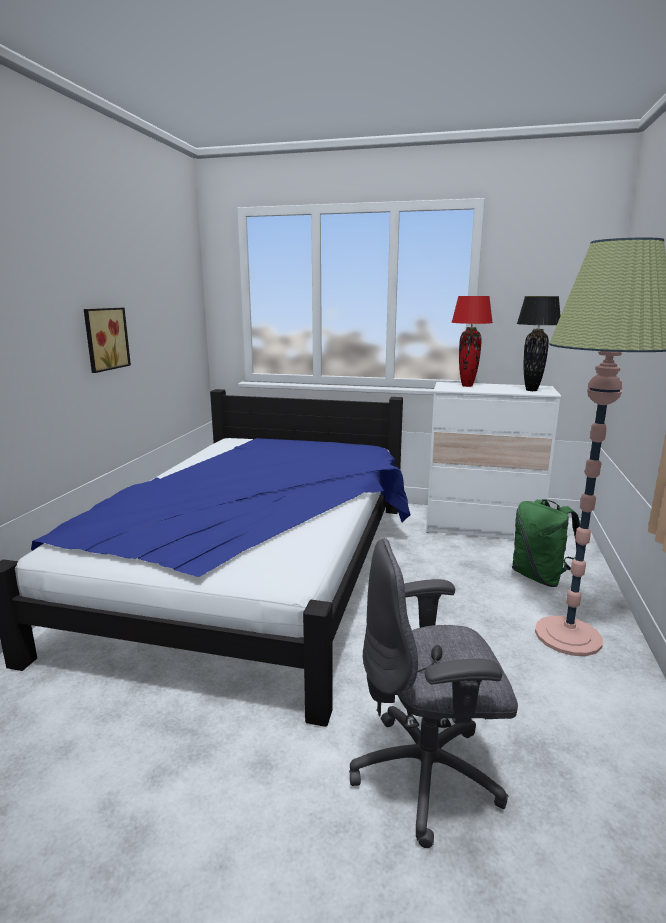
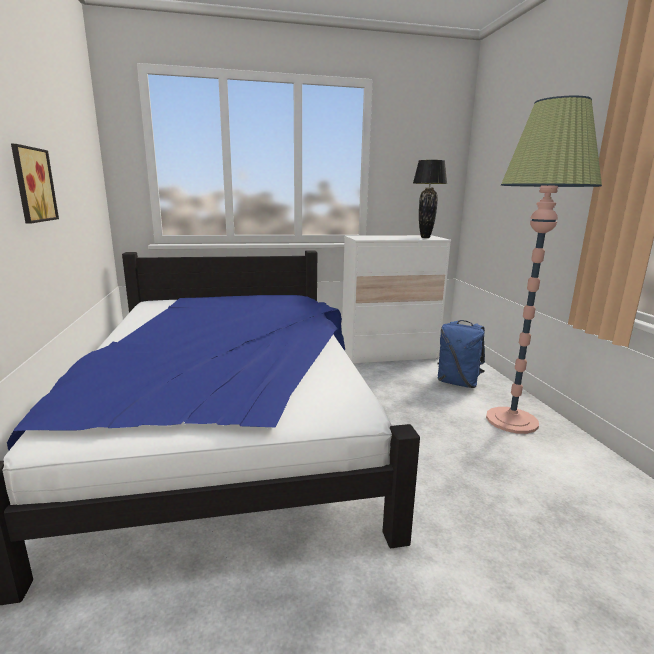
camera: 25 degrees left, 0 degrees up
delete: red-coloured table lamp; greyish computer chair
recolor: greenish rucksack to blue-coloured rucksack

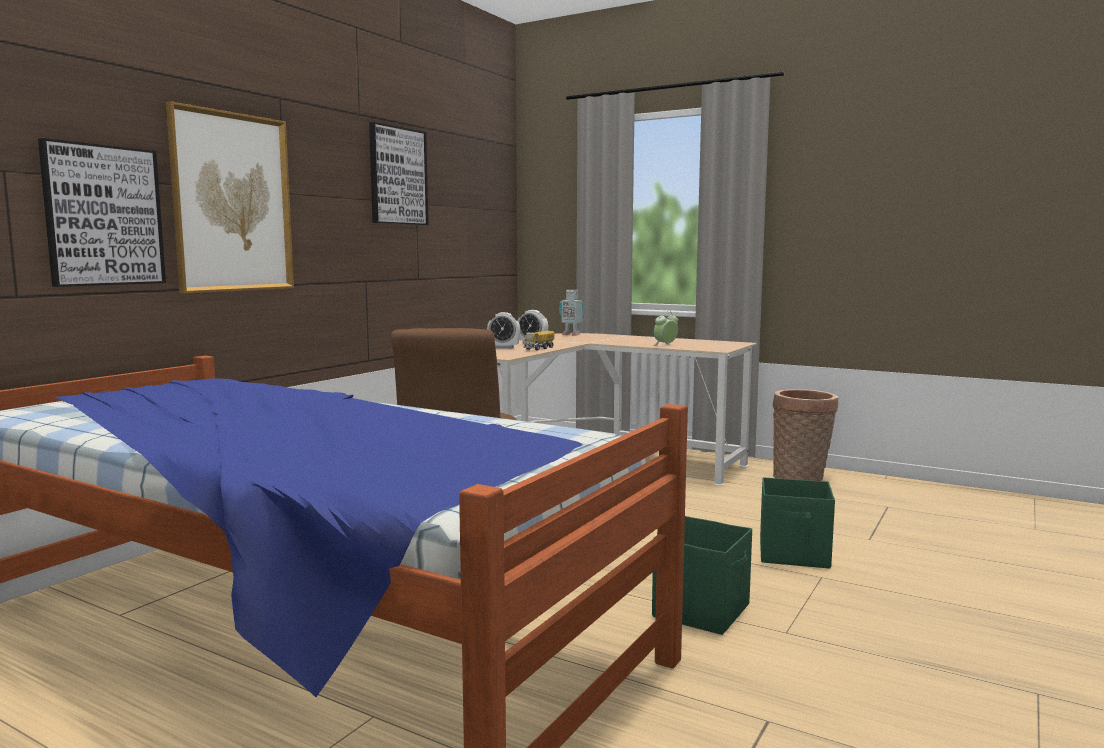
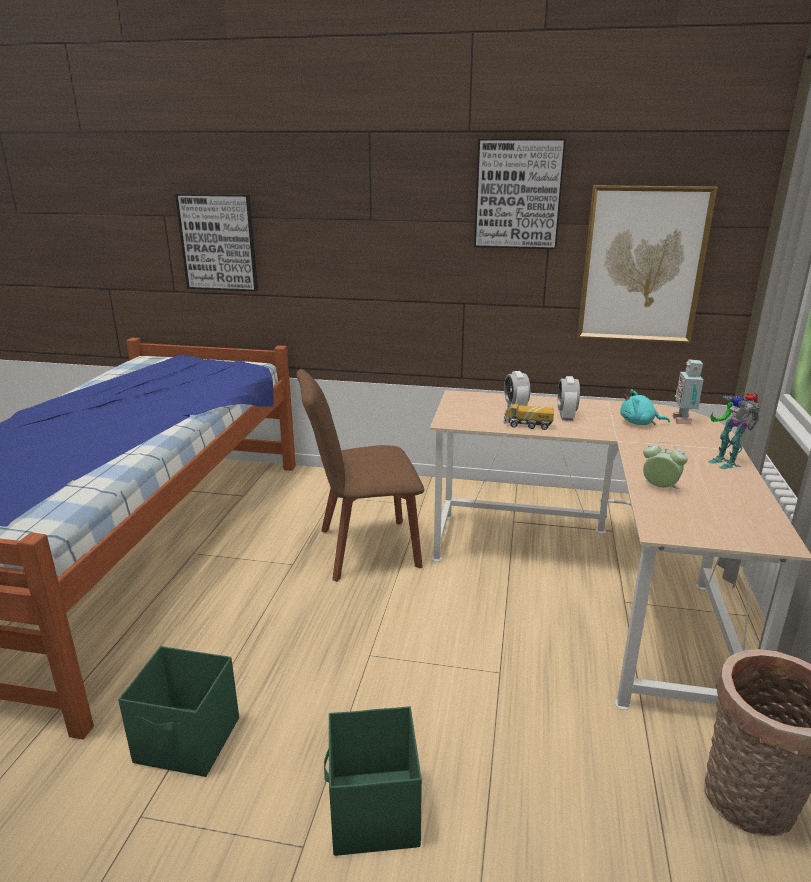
camera: 70 degrees right, 15 degrees up
insert: turquoise-coloured cuddly toy; toy robot (2nd from left)
move: wall art (2nd from left in the first image) to wall art (3rd from left)

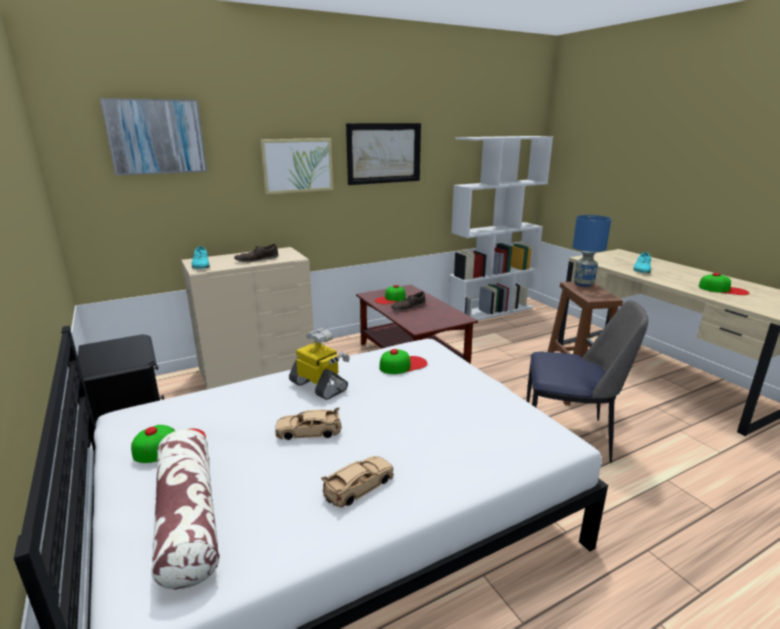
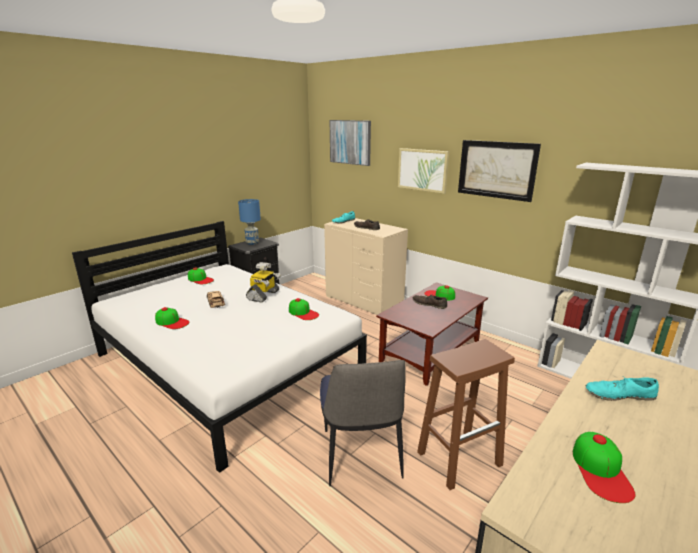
camera: 70 degrees right, 0 degrees up
delete: pillow
move: blue-coloured table lamp
replace: beige-coloured toy car (2nd from left) to baseball cap (1st from left)

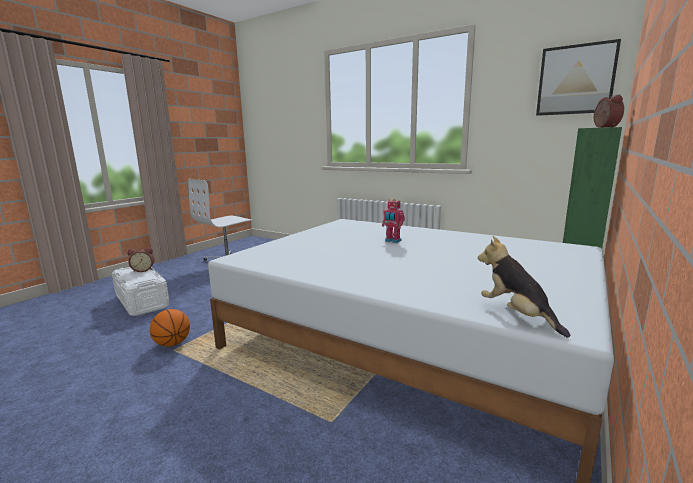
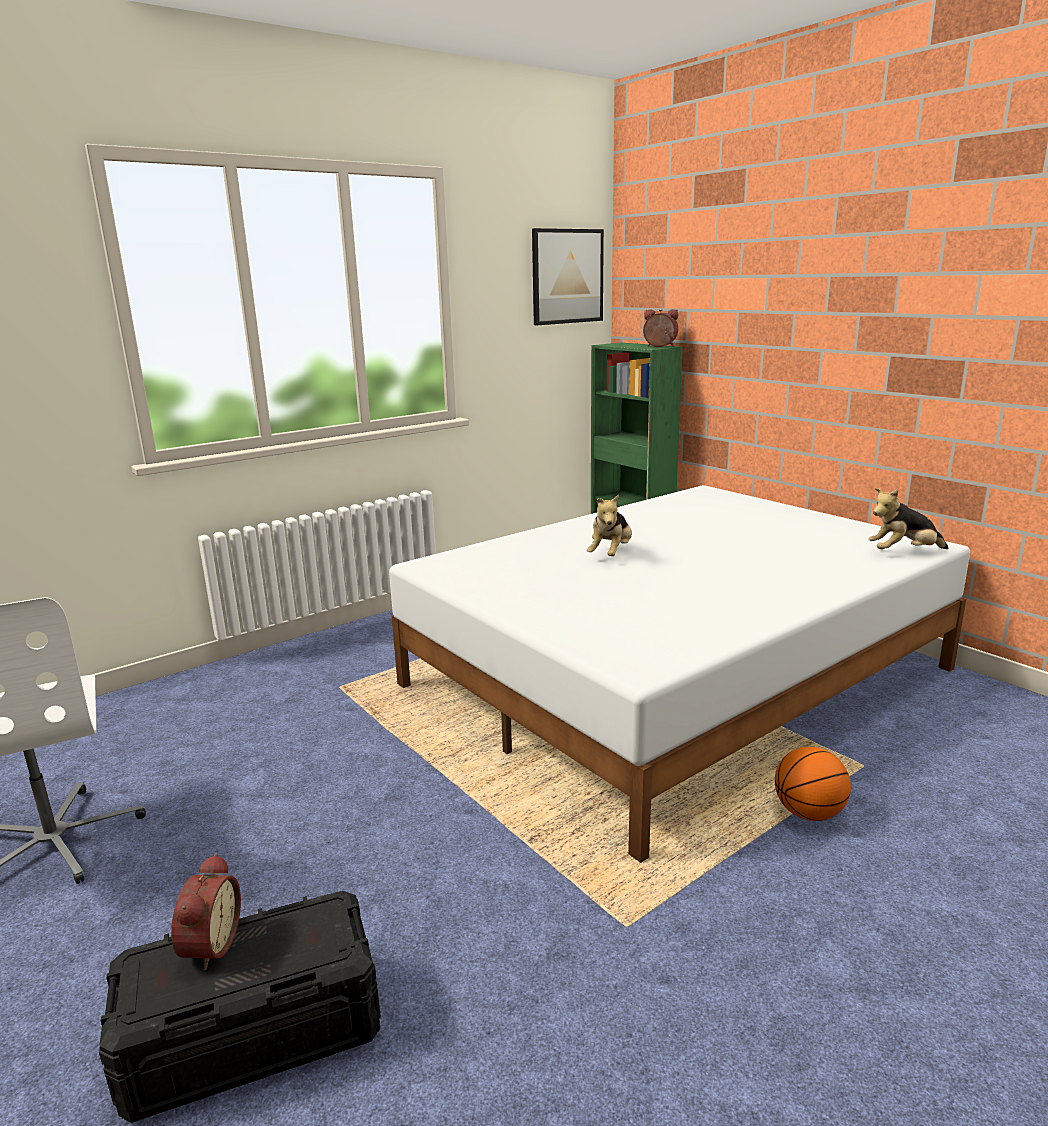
camera: 70 degrees left, 5 degrees up
move: ball for basketball
replace: toy robot to cuddly toy (1st from left)
recolor: white storage bin to black-coloured storage bin

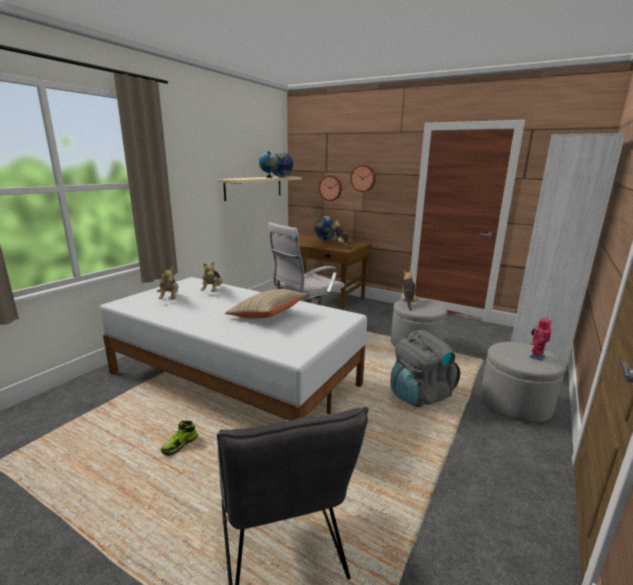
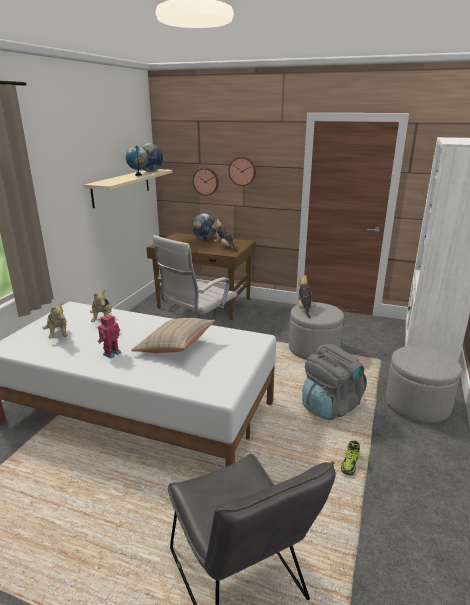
camera: 10 degrees left, 5 degrees up
move: toy robot; item of footwear

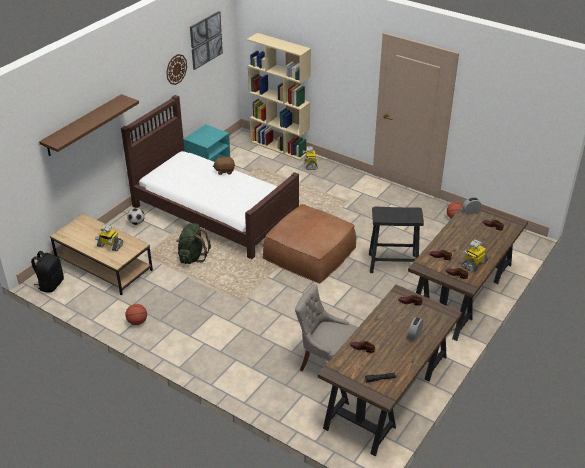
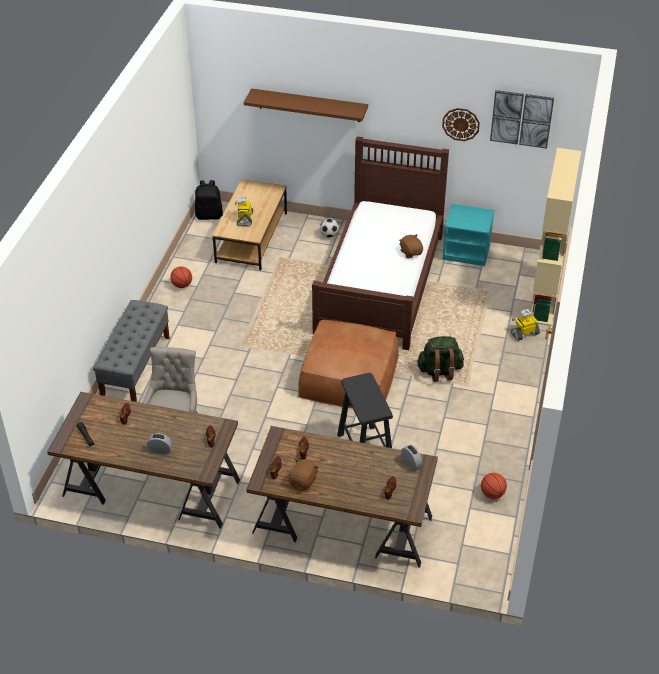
camera: 70 degrees right, 5 degrees up
insert: greyish long seat
move: greenish rucksack
replace: toy robot (3rd from left) to brown cuddly toy (1st from left)

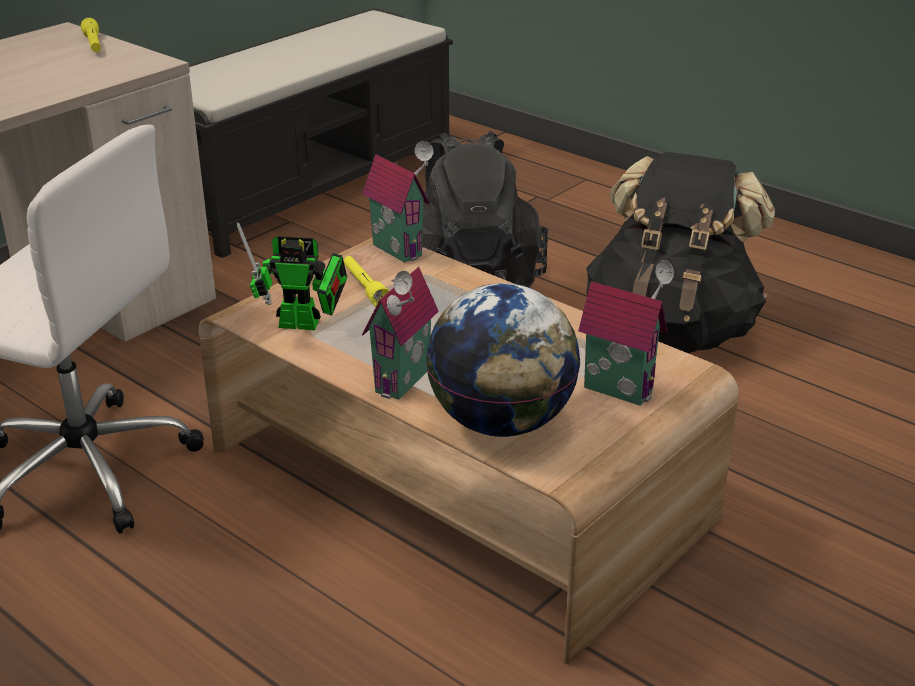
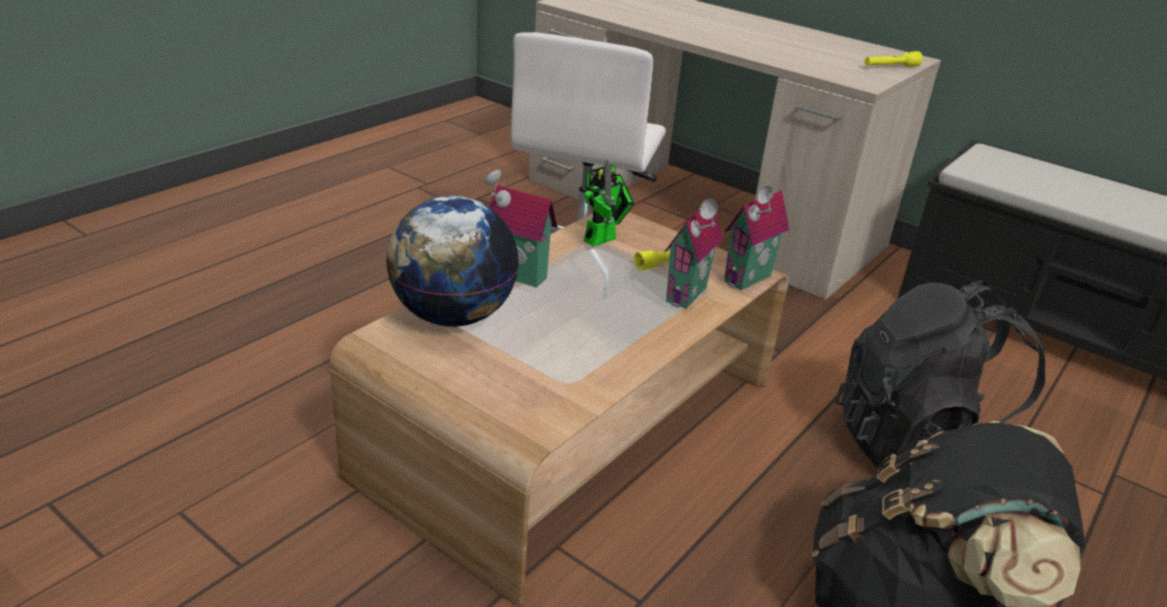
camera: 85 degrees right, 0 degrees up
move: toy house (3rd from left in the first image) to toy house (2nd from left)
rotate: toy robot 135 degrees counterclockwise

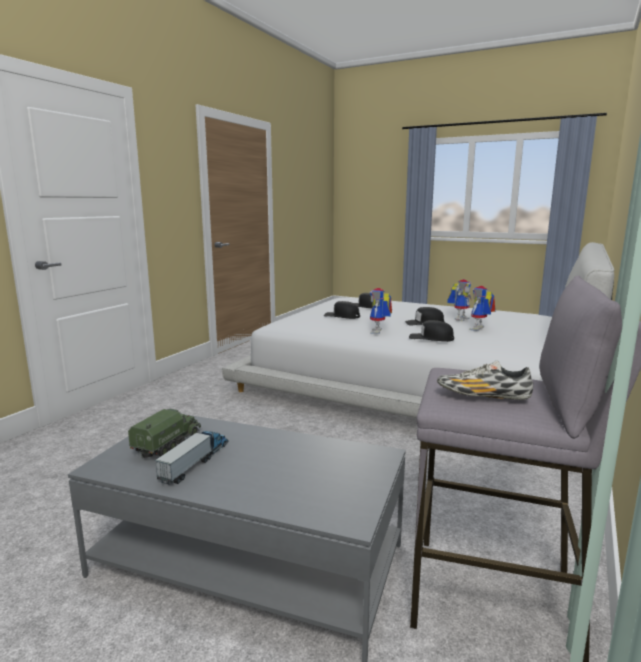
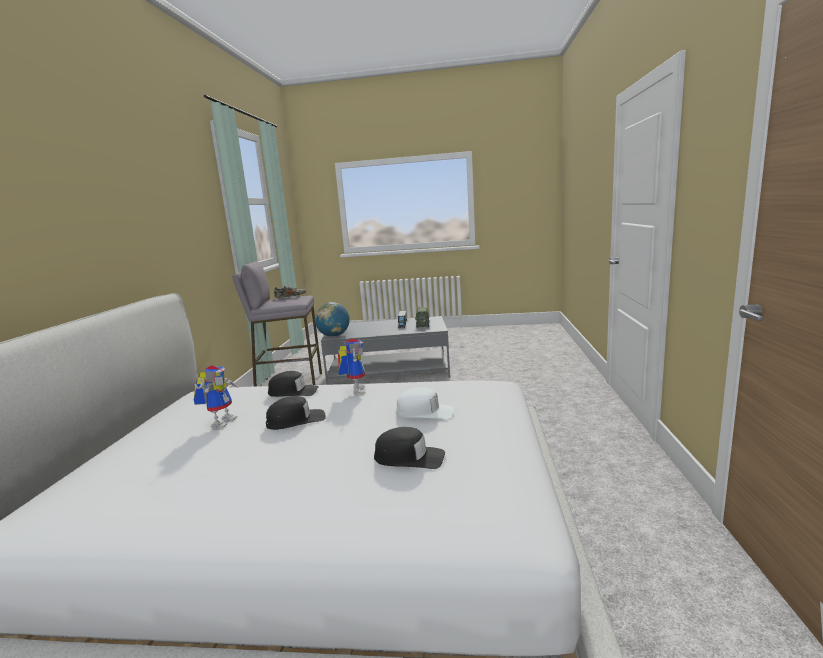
camera: 160 degrees right, 0 degrees up
delete: toy robot (2nd from left)
insert: globe
recolor: black-coloured baseball cap (1st from left) to white baseball cap

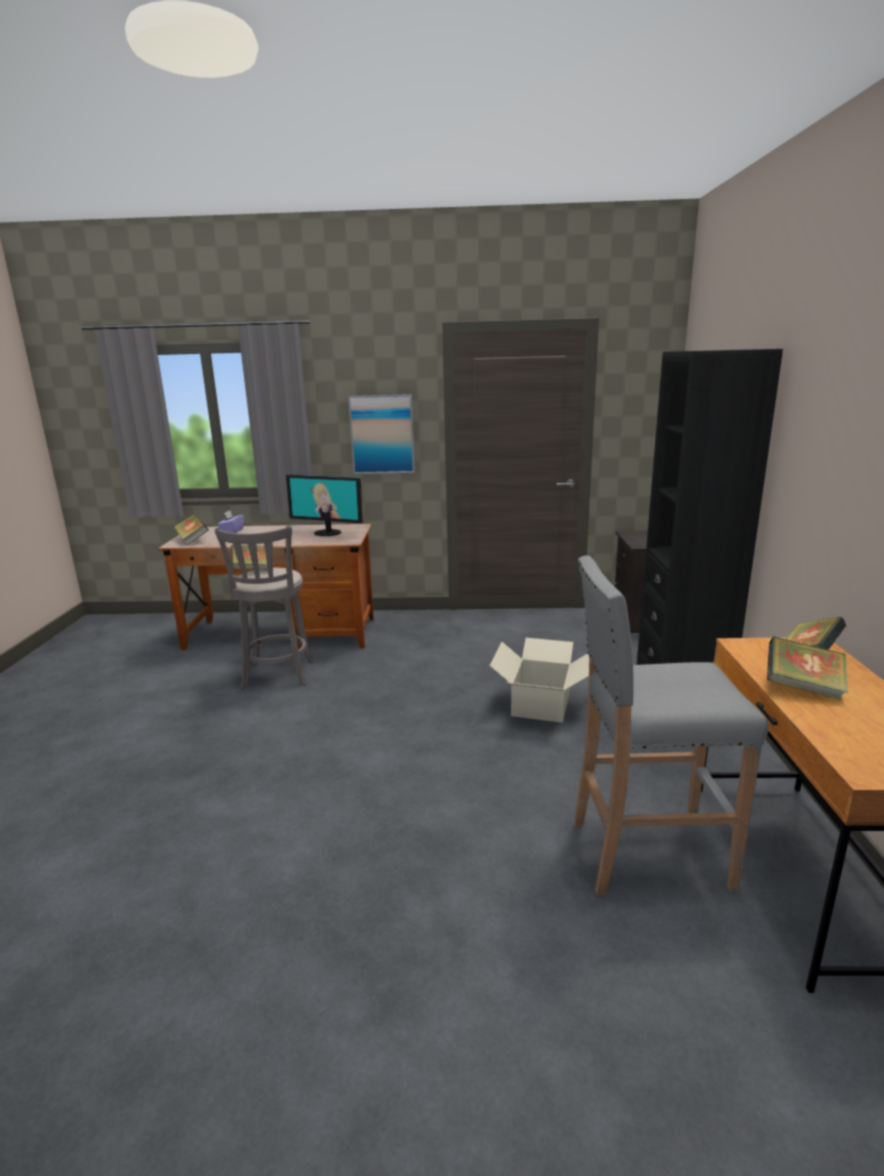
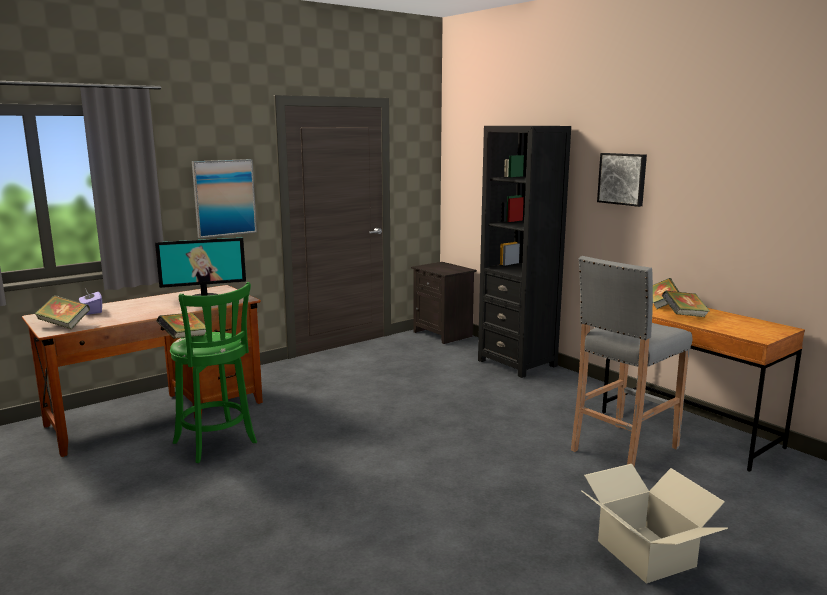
camera: 40 degrees left, 5 degrees down
insert: wall art (2nd from left)
move: packing box
recolor: greyish sitting stool (1st from left) to greenish sitting stool

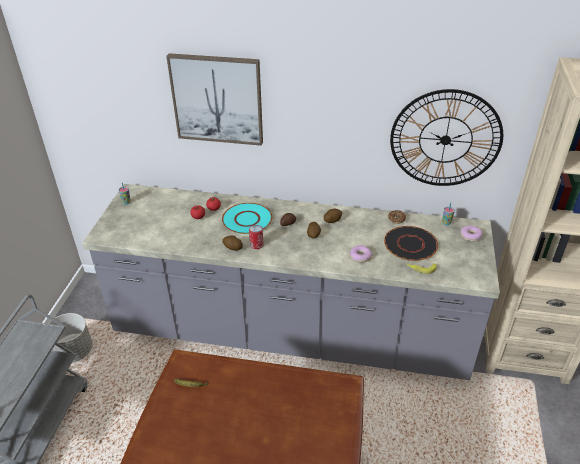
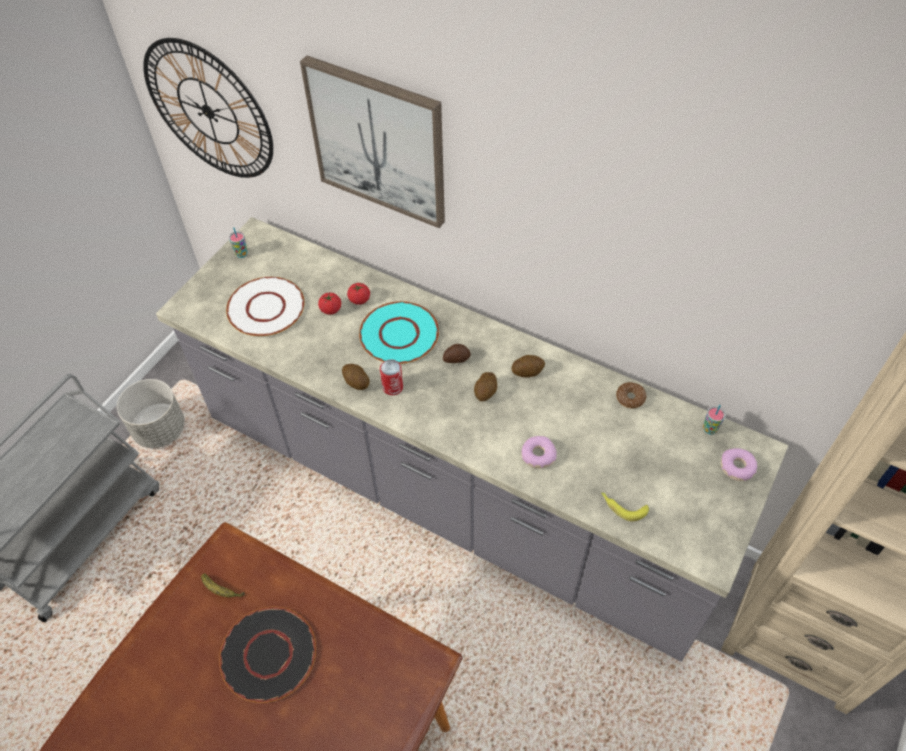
camera: 20 degrees right, 15 degrees up
insert: white dinner plate
move: clock on the wall; black-coloured dinner plate

